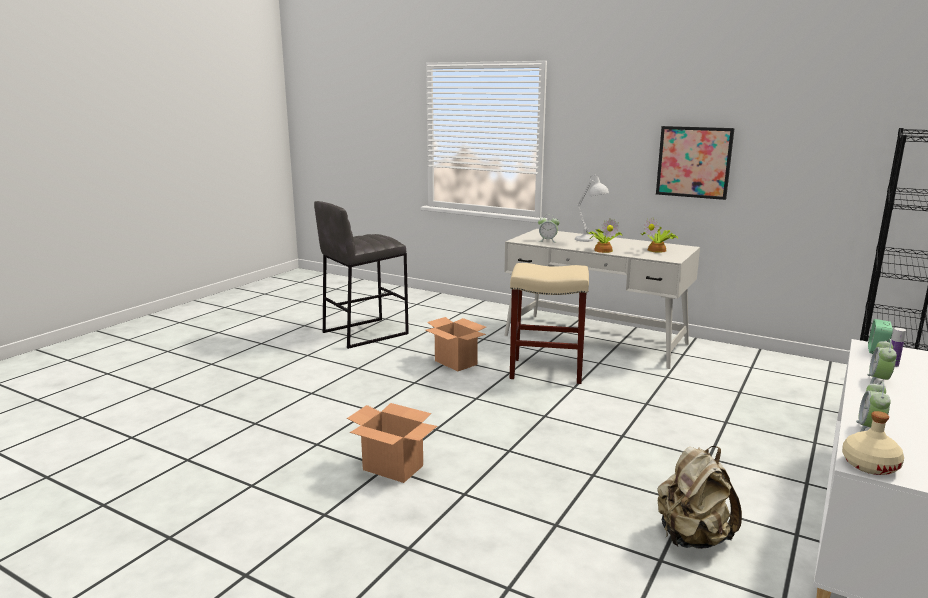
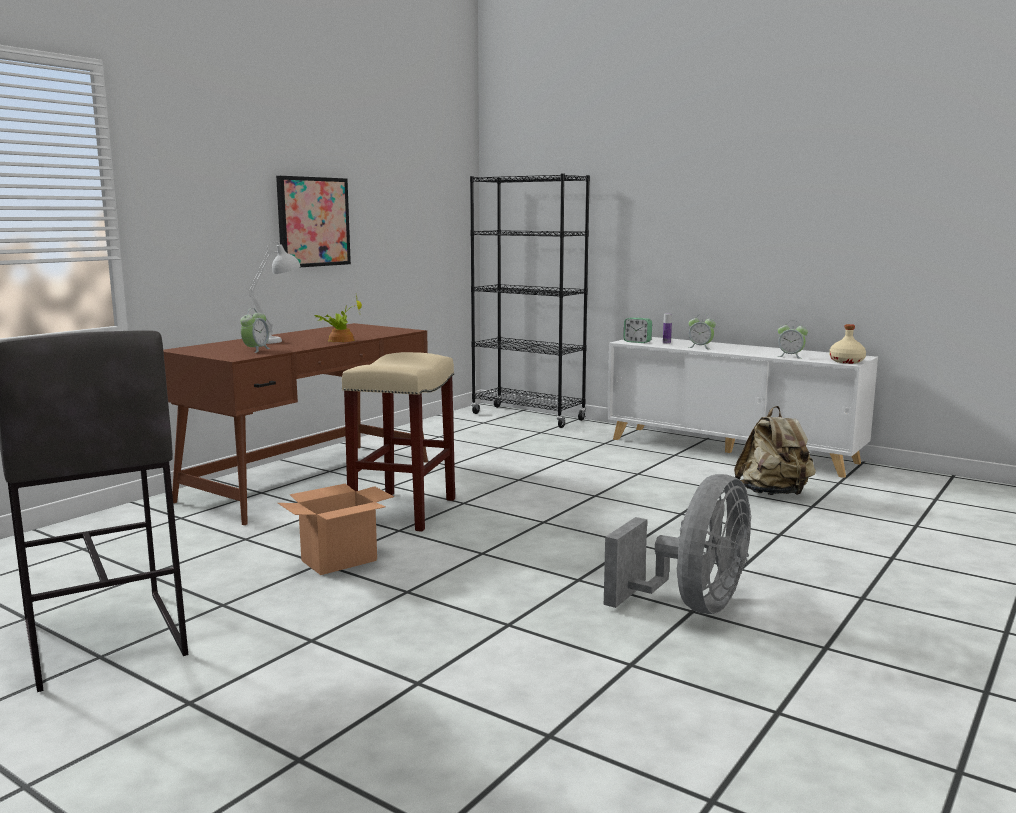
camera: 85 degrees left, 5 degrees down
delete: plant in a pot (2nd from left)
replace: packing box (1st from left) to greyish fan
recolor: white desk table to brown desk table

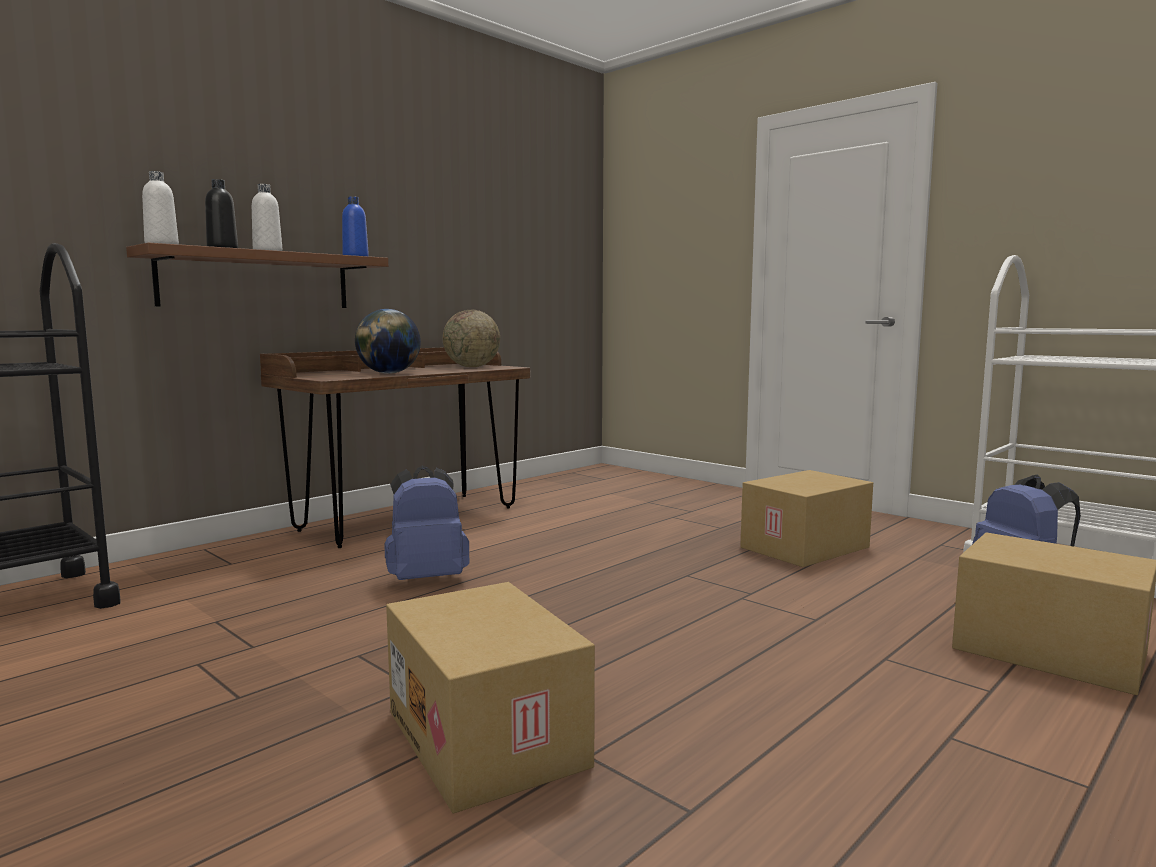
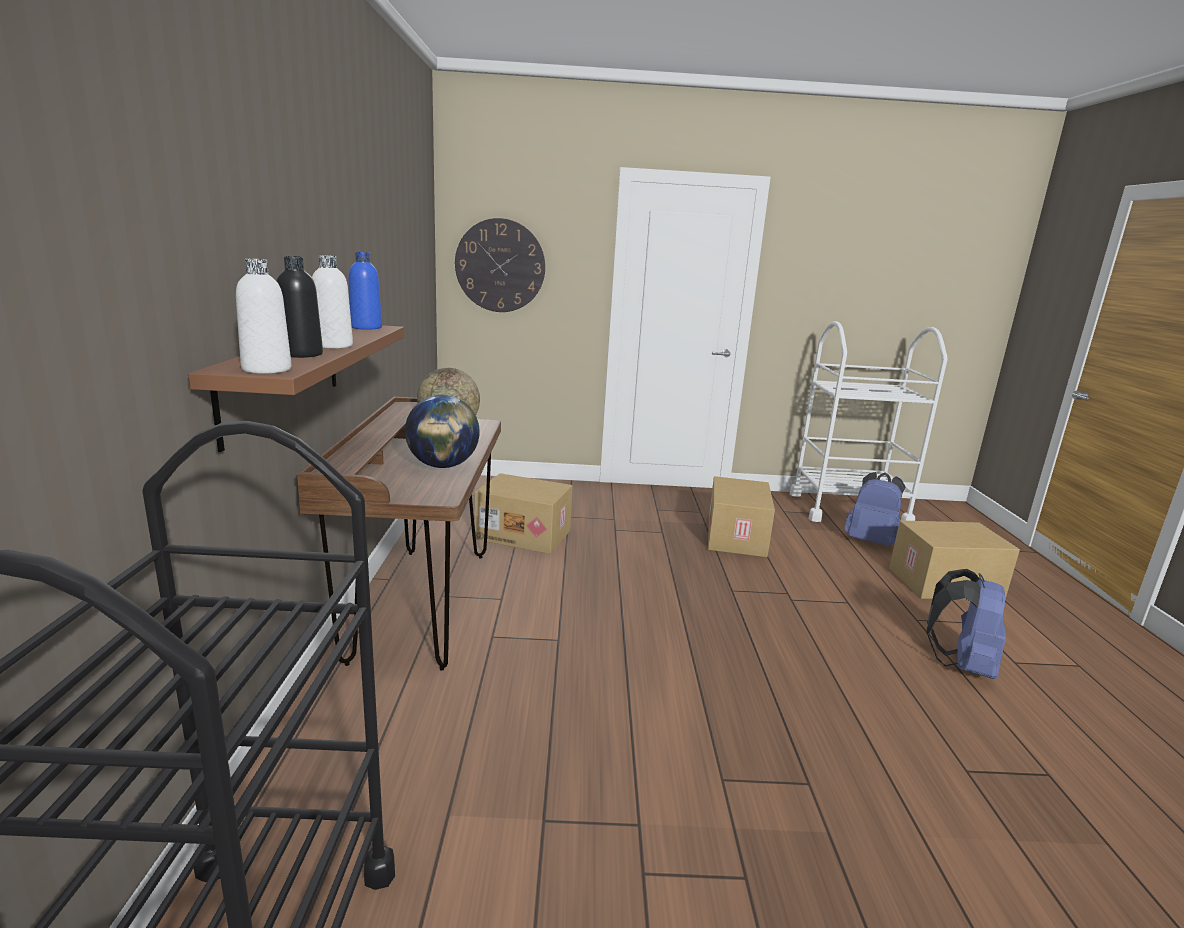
camera: 45 degrees left, 10 degrees up
insert: clock on the wall
move: blue-coloured rucksack (1st from left in the first image) to blue-coloured rucksack (2nd from left); packing box (1st from left)

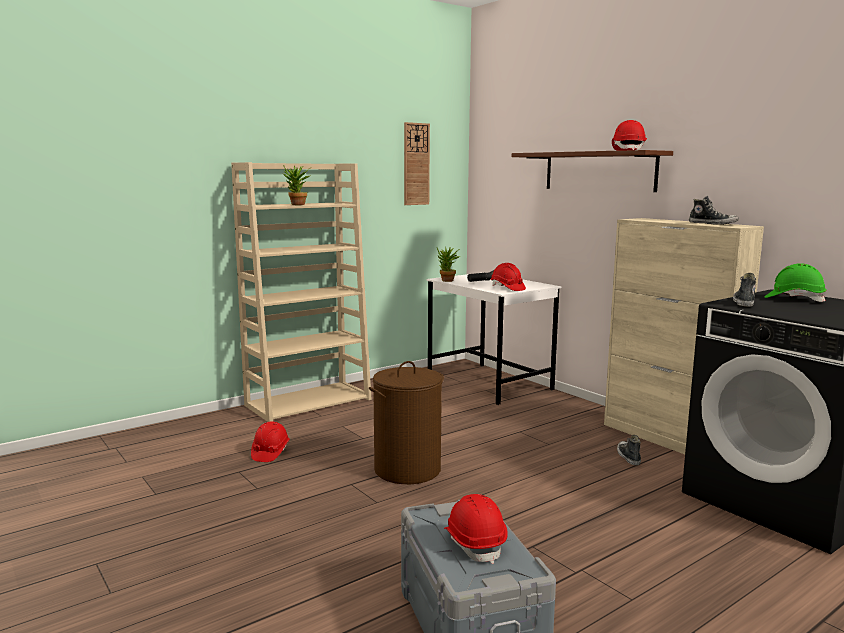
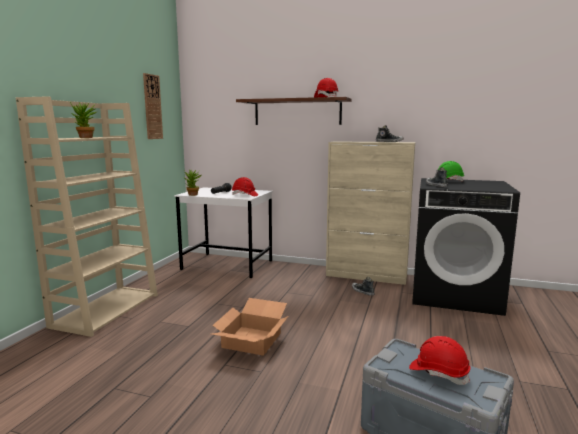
camera: 35 degrees left, 0 degrees up
delete: red-coloured work helmet (1st from left)
replace: brown hamper to packing box

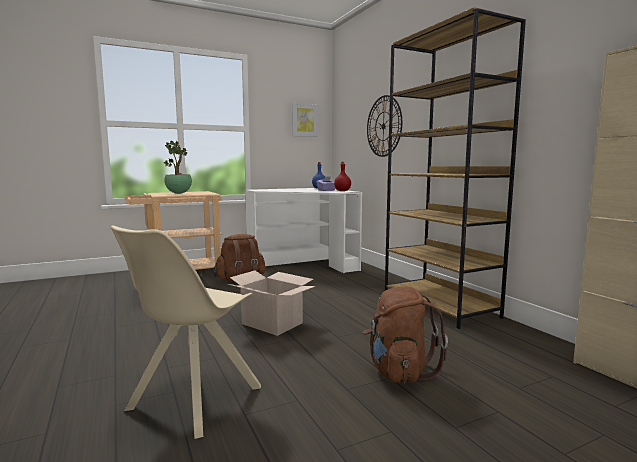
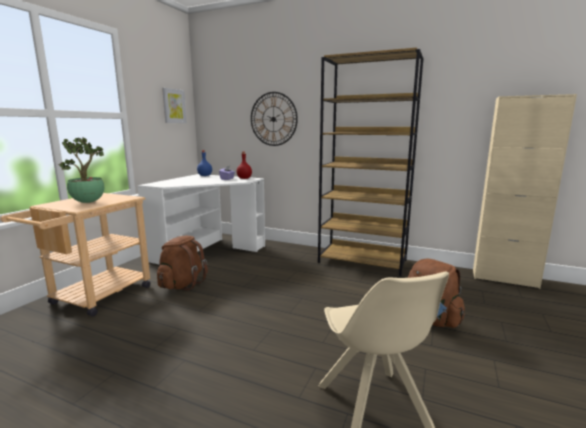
camera: 40 degrees left, 5 degrees up
delete: packing box

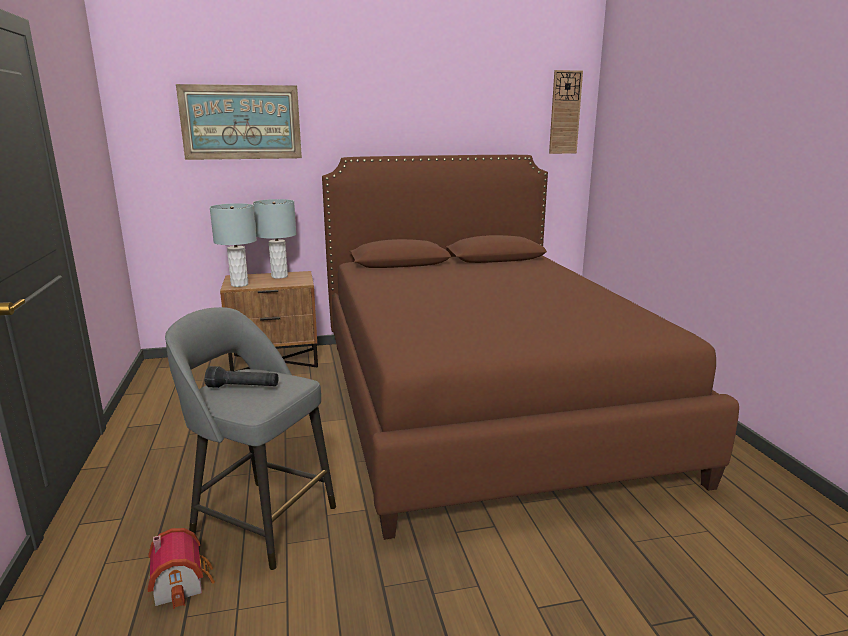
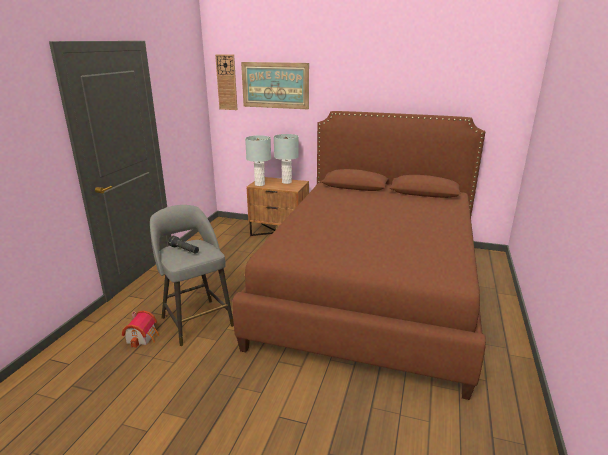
camera: 30 degrees right, 5 degrees up
move: clock on the wall

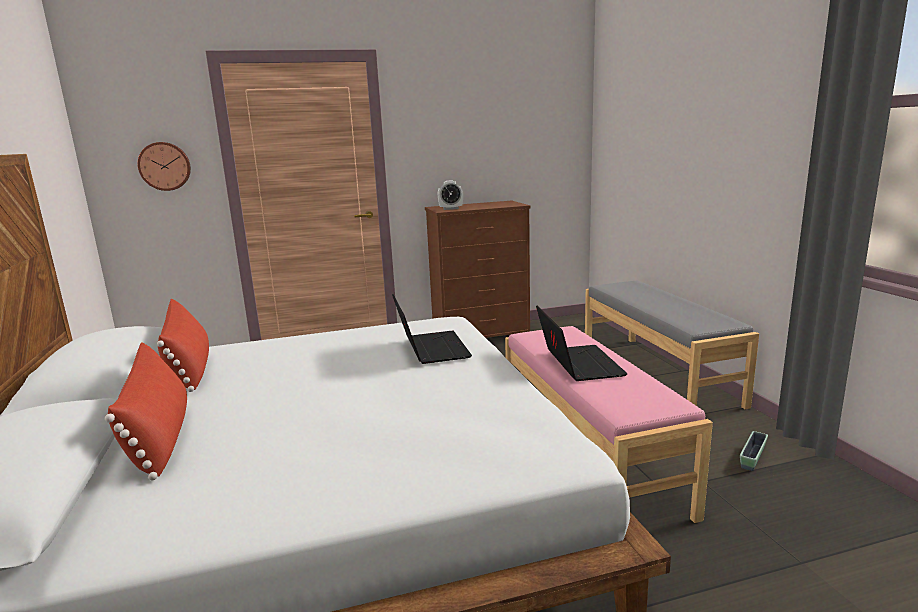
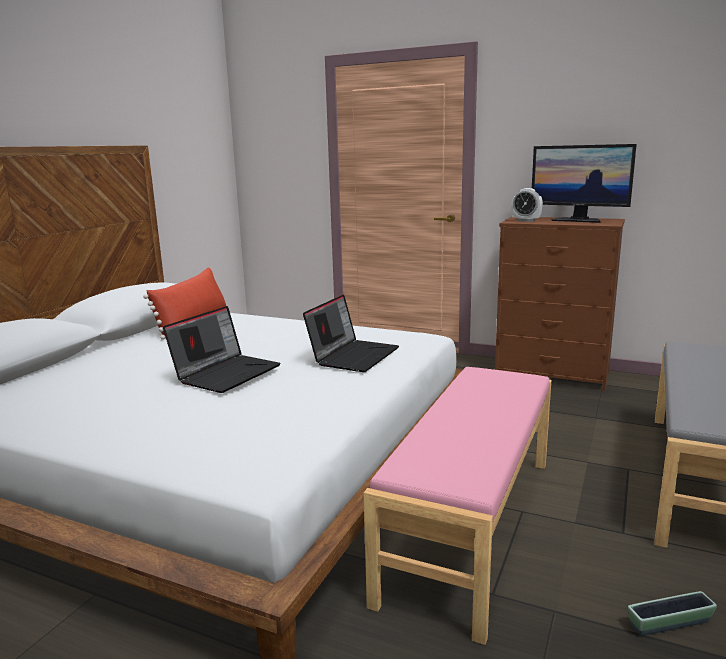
camera: 40 degrees right, 0 degrees up
delete: clock on the wall; red-coloured pillow (1st from left)
insert: computer display
move: laptop (2nd from left in the first image) to laptop (1st from left)

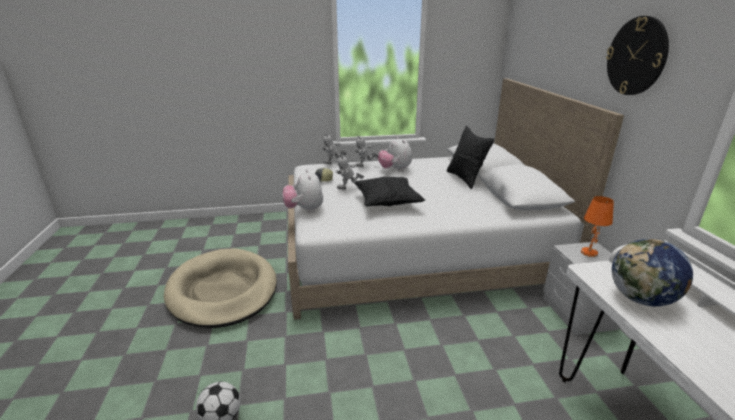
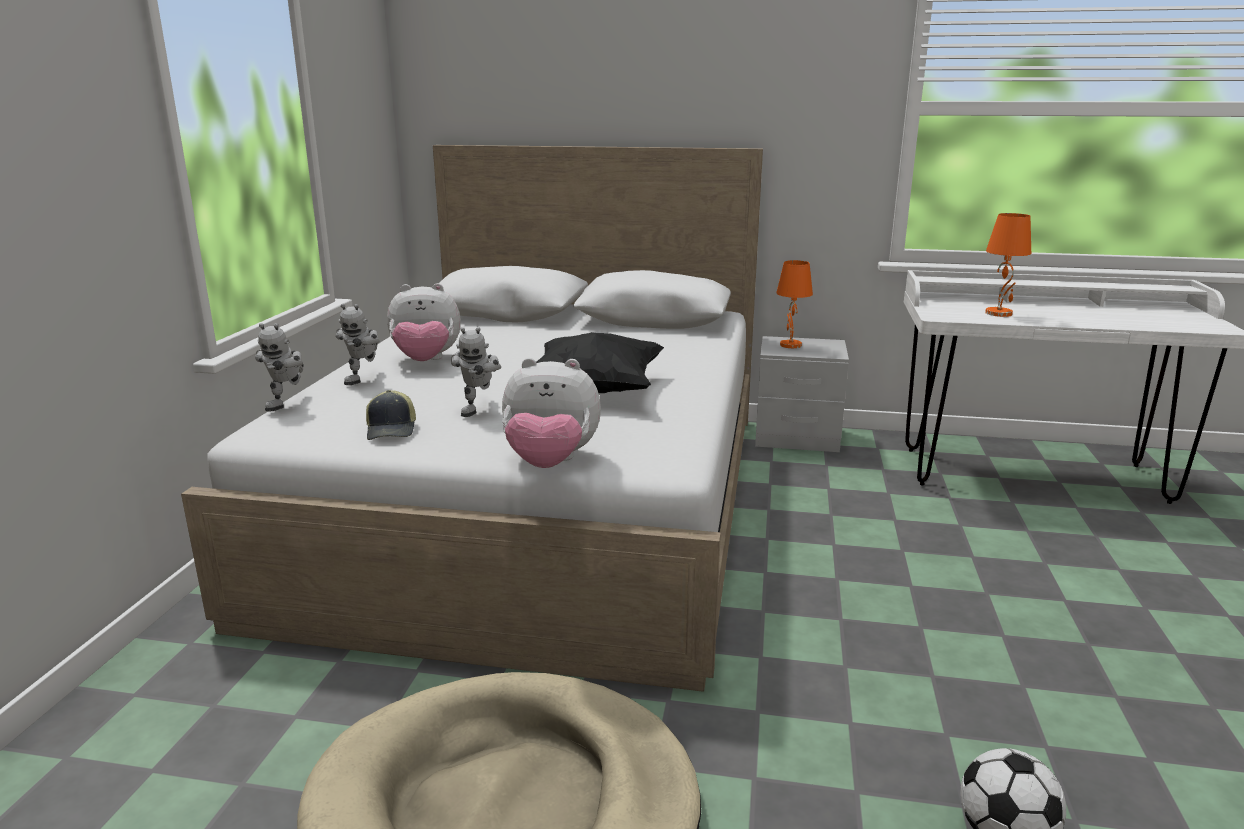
camera: 70 degrees left, 5 degrees down
delete: clock on the wall; black-coloured pillow (2nd from left)
replace: globe to orange table lamp (2nd from left)

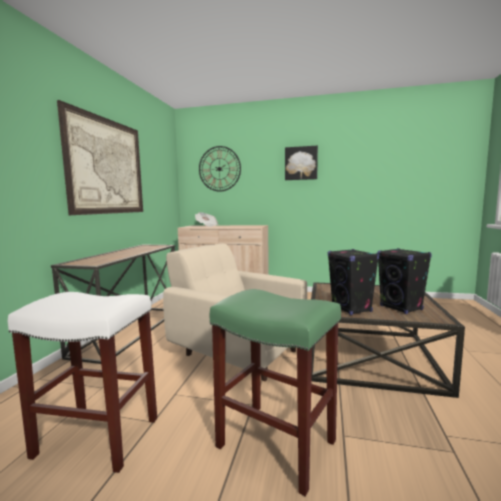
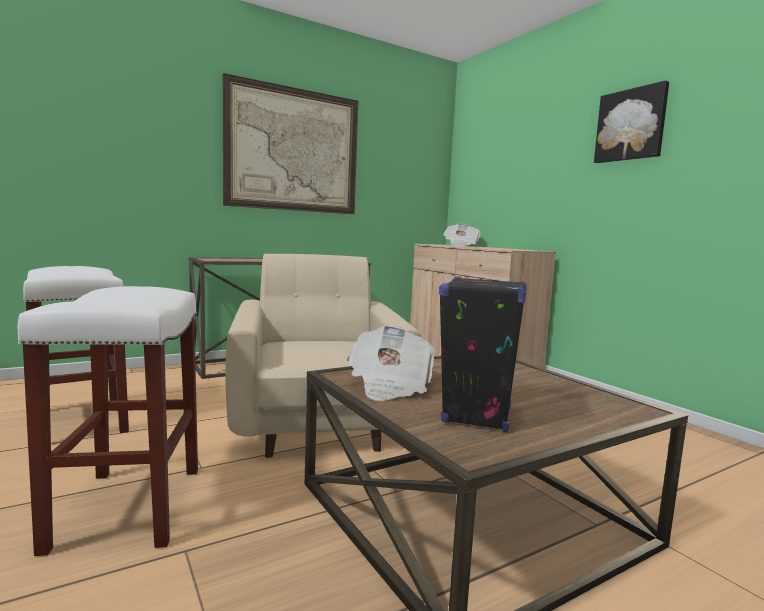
camera: 45 degrees right, 0 degrees up
delete: clock on the wall
replace: black-coloured loudspeaker (1st from left) to newspaper (1st from left)
recolor: greenish sitting stool to white sitting stool (2nd from left)

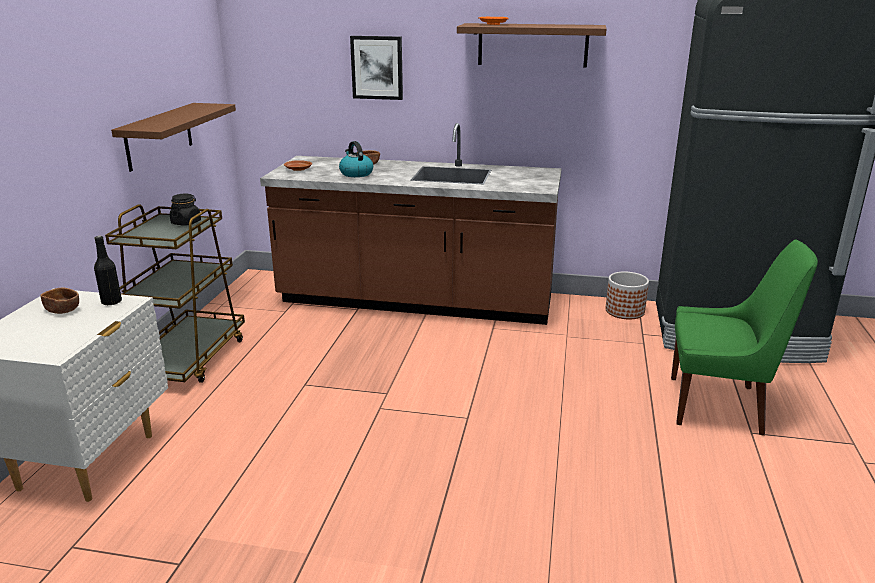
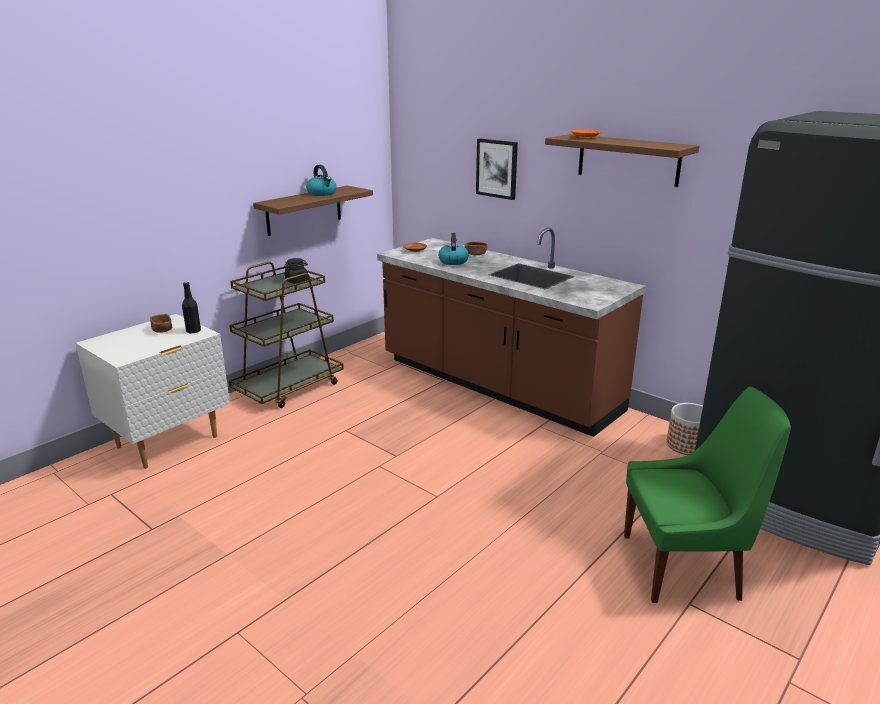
camera: 30 degrees right, 0 degrees up
insert: tea kettle (1st from left)
rotate: greenish upright chair 45 degrees counterclockwise

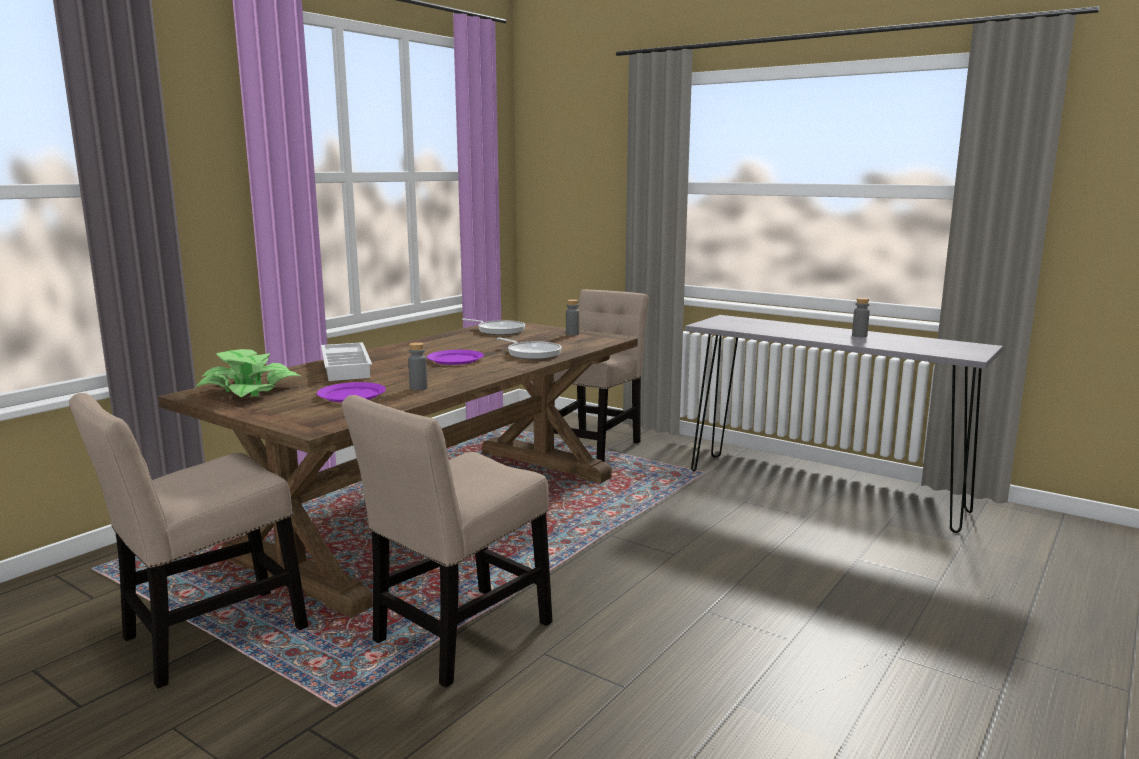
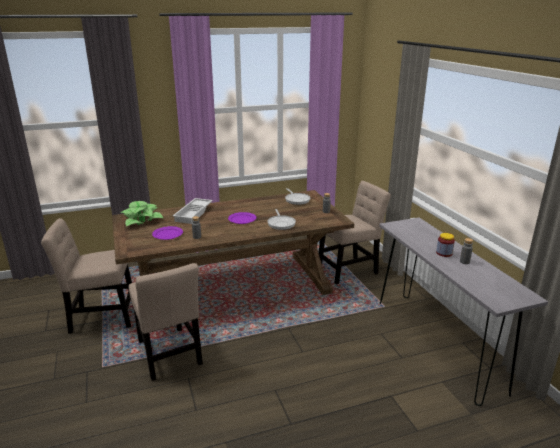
camera: 35 degrees right, 10 degrees up
insert: preserve jar
rotate: beige-coloured upright chair (2nd from left) 105 degrees counterclockwise

